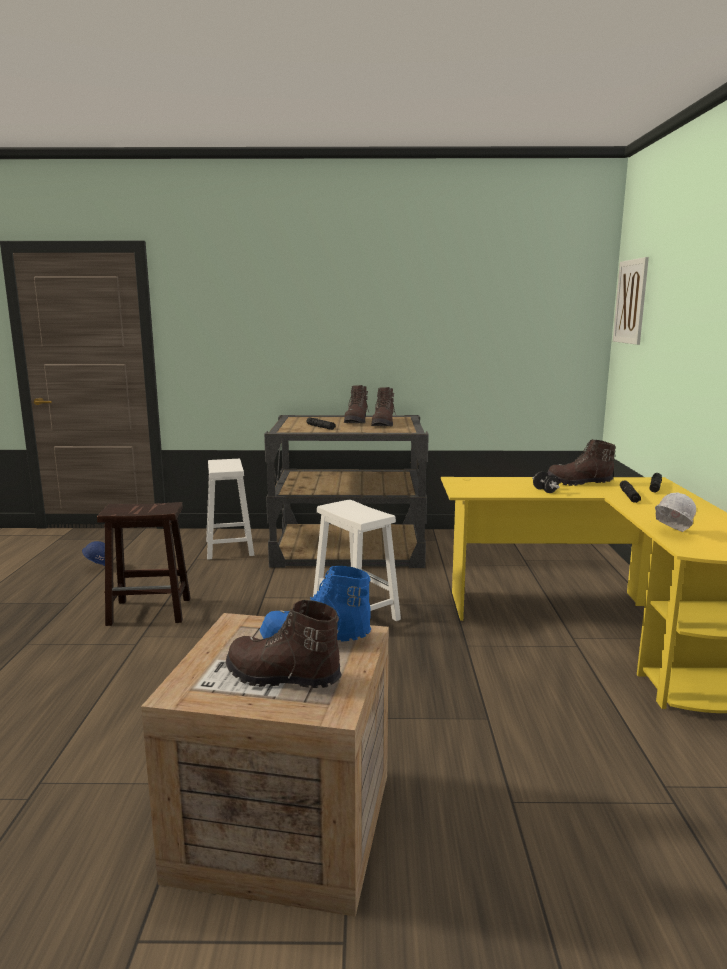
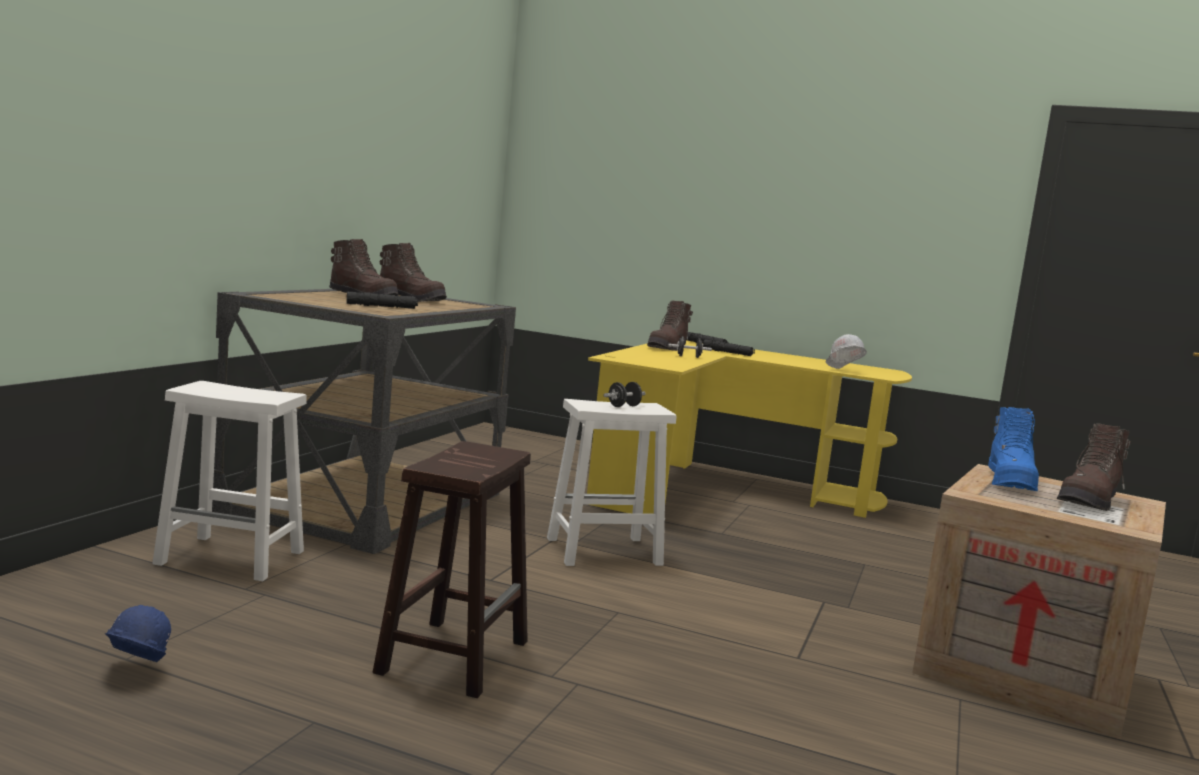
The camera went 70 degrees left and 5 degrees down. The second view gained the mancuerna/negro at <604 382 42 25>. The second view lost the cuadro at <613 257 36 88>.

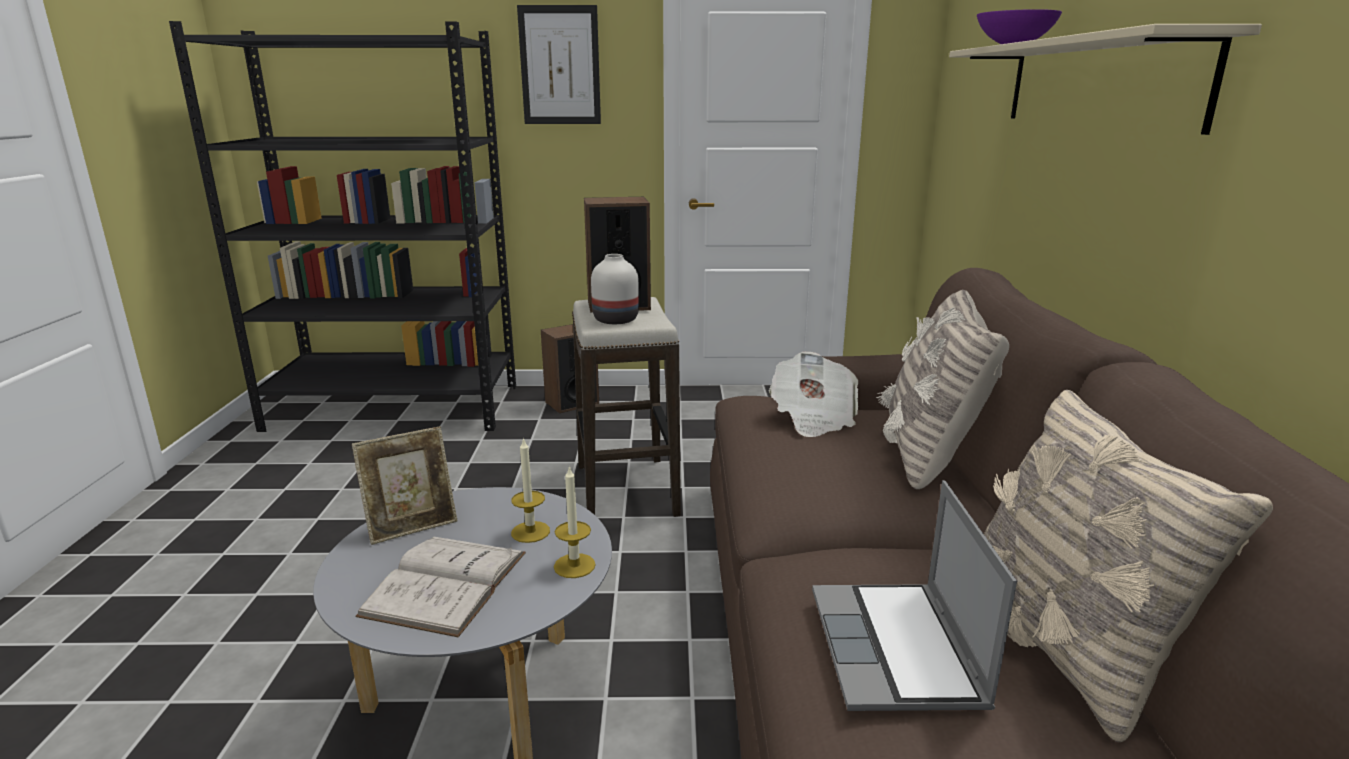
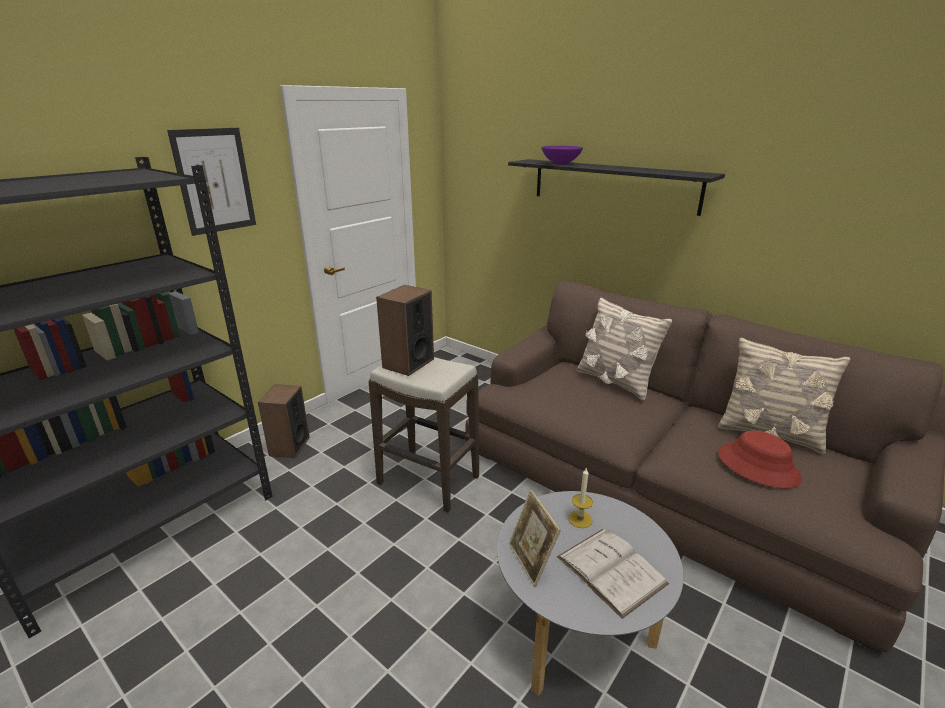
The camera went 50 degrees left and 5 degrees up. What was the estante/beis at <949 24 313 111> turned into the estante/negro at <508 159 217 57>. The portarretratos at <352 426 105 119> ended up facing another way, 150 degrees clockwise from before. Where the portátil stood at <812 480 205 231>, the sombrero/rojo came to stand at <718 430 84 58>. The second view lost the vela at <554 465 42 113>. The second view lost the florero/blanco at <591 254 48 70>. The second view lost the periódico at <769 352 89 85>.

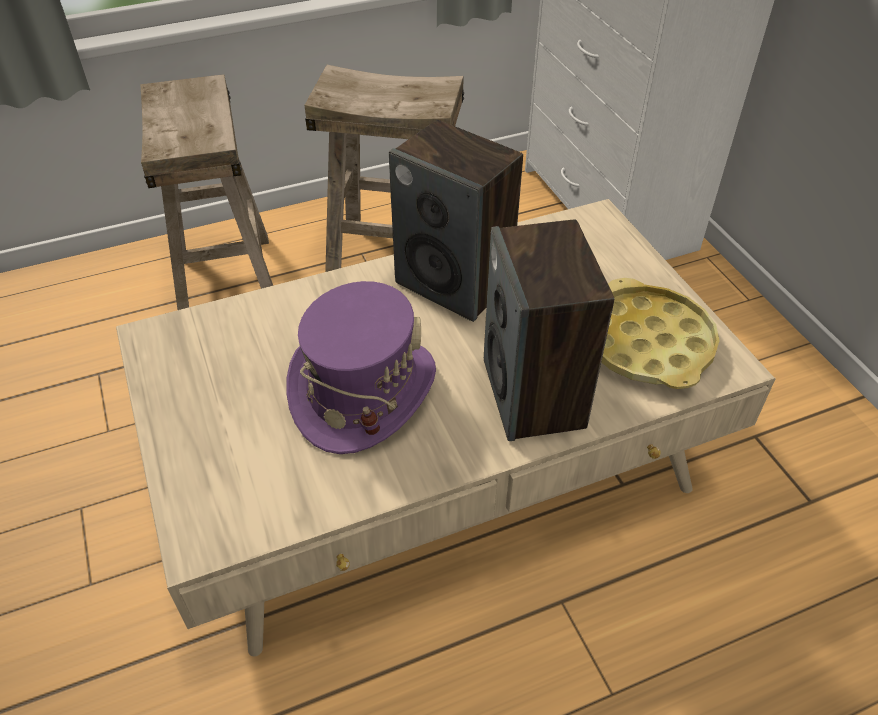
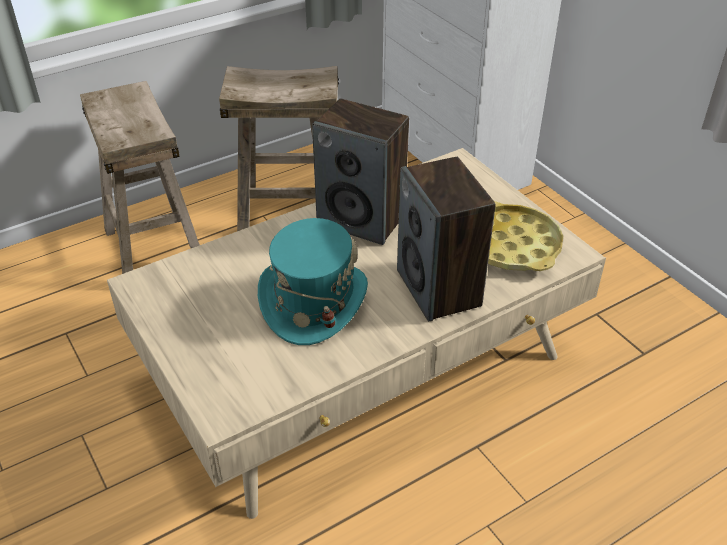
The camera went 10 degrees left and 5 degrees down. What was the sombrero/morado at <286 281 150 173> turned into the sombrero/turquesa at <258 218 110 127>.

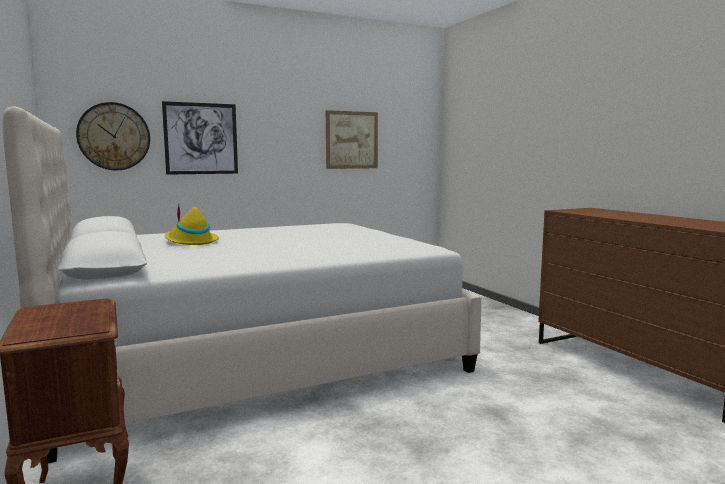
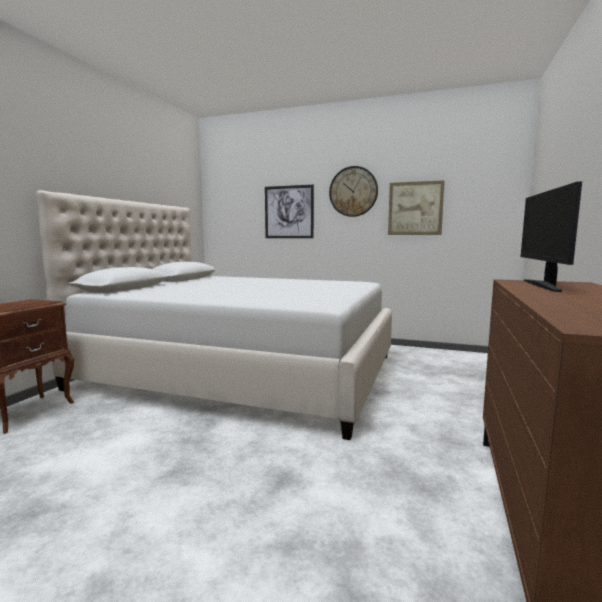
The camera went 45 degrees right and 0 degrees up. The reloj de pared ended up elsewhere, having gone from <76 102 74 69> to <329 166 49 51>. The second view gained the monitor at <521 182 61 110>. The second view lost the sombrero/amarillo at <165 205 54 40>.

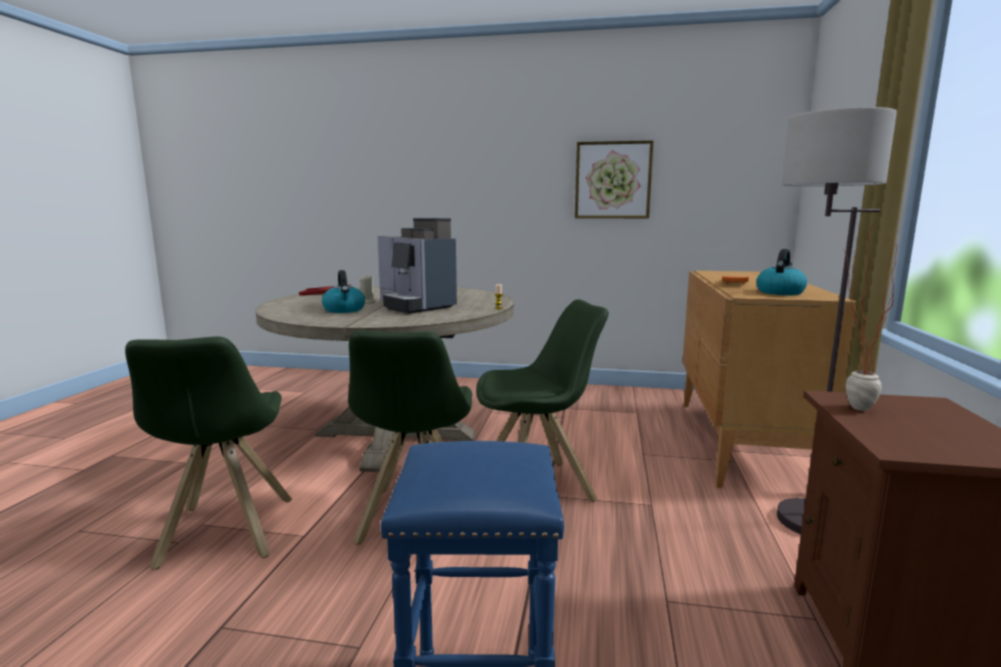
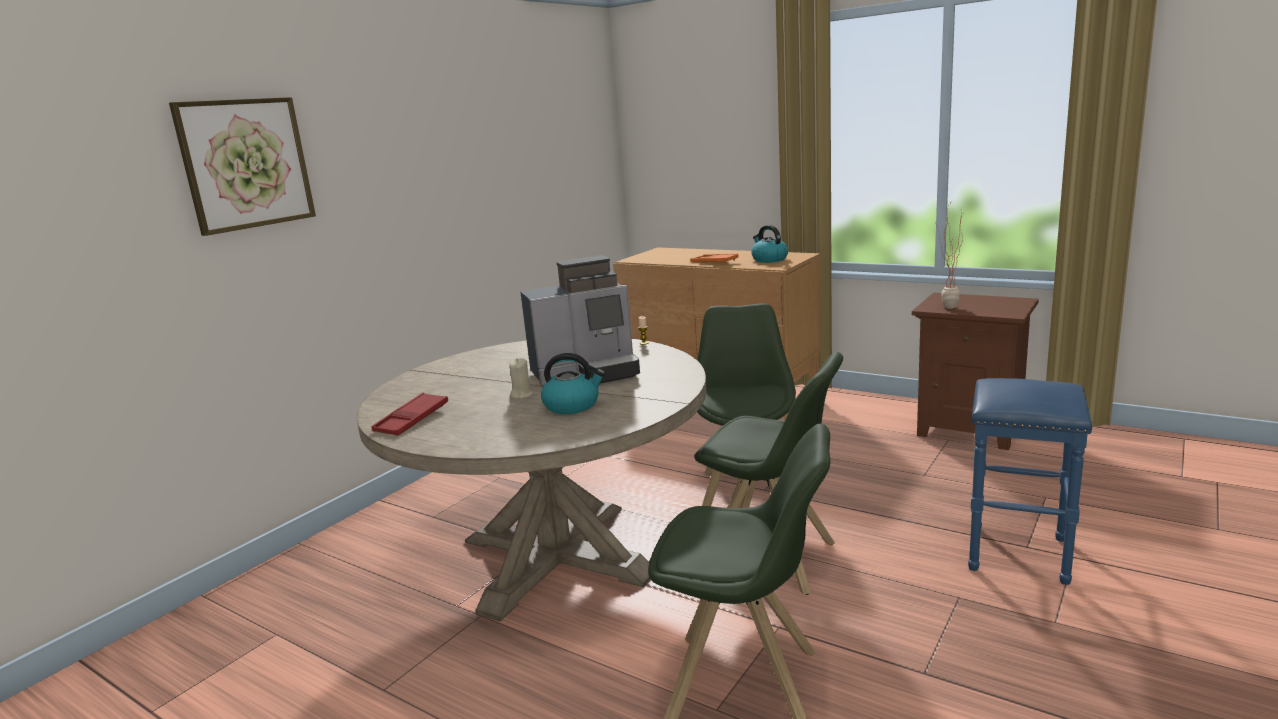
The camera went 65 degrees left and 5 degrees up. The cuadro ended up elsewhere, having gone from <575 140 78 78> to <169 97 147 139>. The second view lost the lámpara de pie/gris at <777 107 120 427>.

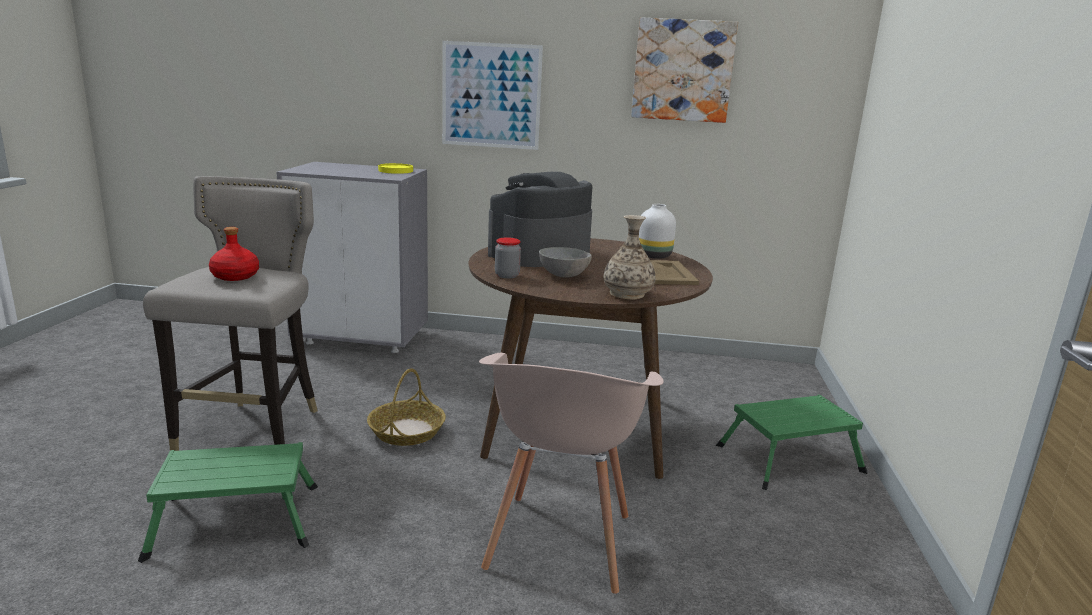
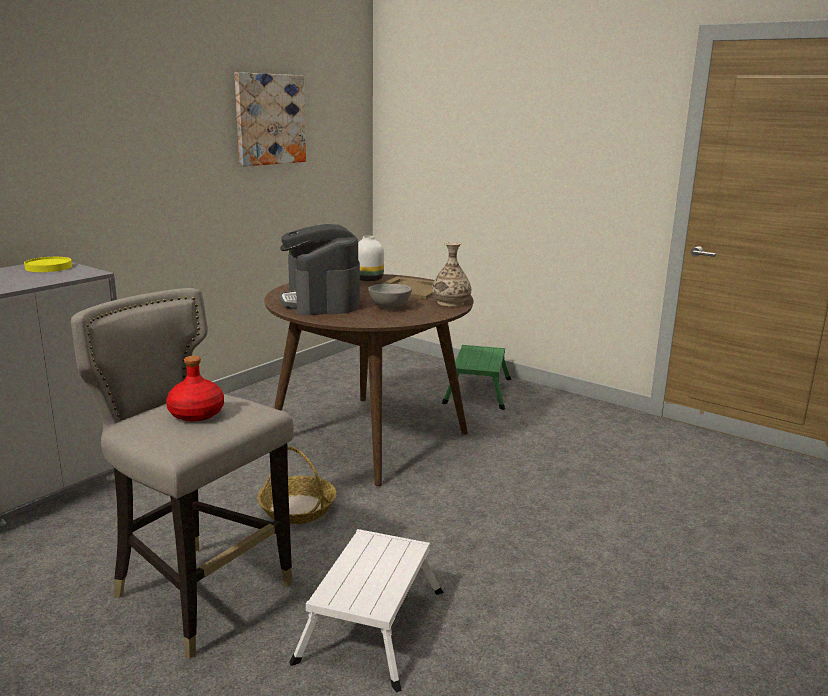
The camera went 60 degrees left and 0 degrees up. What was the escalera de tijera/verde at <138 442 180 121> turned into the escalera de tijera/blanco at <289 529 155 164>. The second view lost the cuadro at <442 41 101 109>. The second view lost the silla/beis at <479 353 185 241>. The second view lost the tarro at <495 237 26 41>.

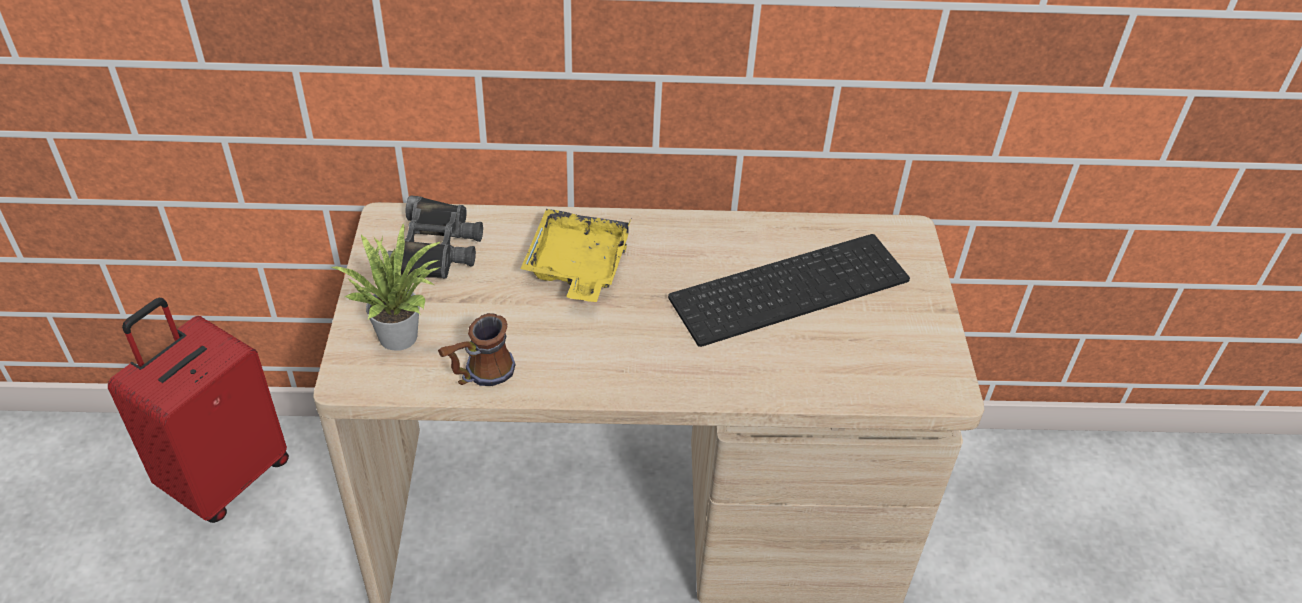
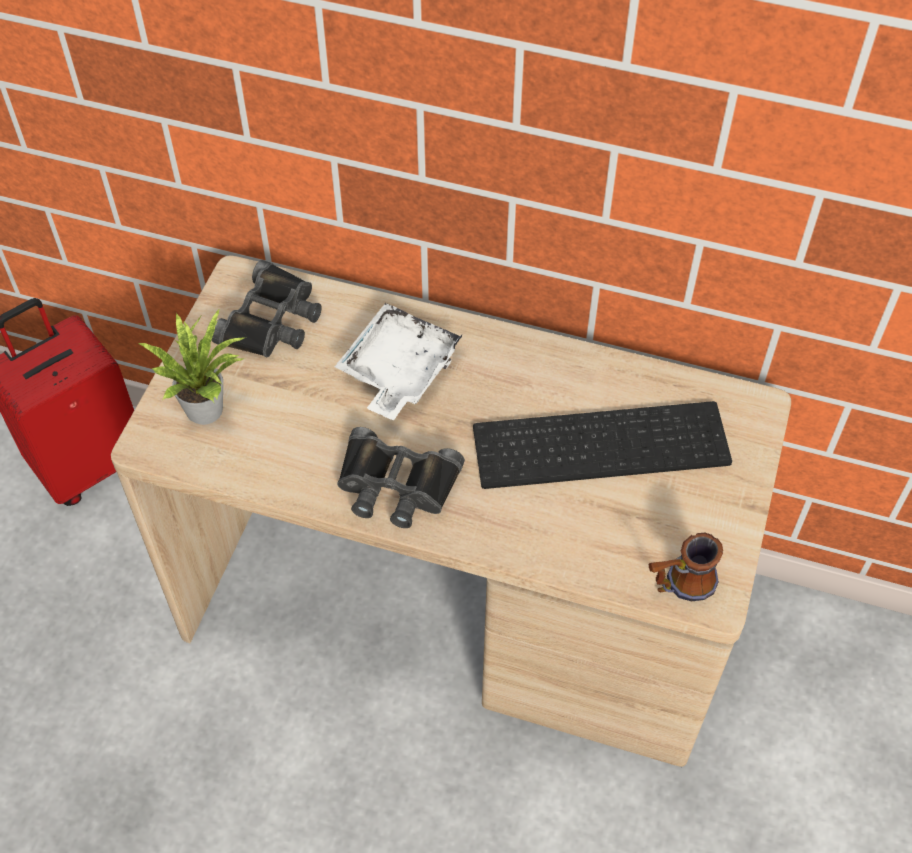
The camera went 20 degrees right and 10 degrees up. What was the bandeja/amarillo at <521 209 110 93> turned into the bandeja/blanco at <335 303 127 117>. The second view gained the prismáticos/negro at <337 427 128 101>. The taza grande ended up elsewhere, having gone from <438 313 77 73> to <649 533 74 68>.

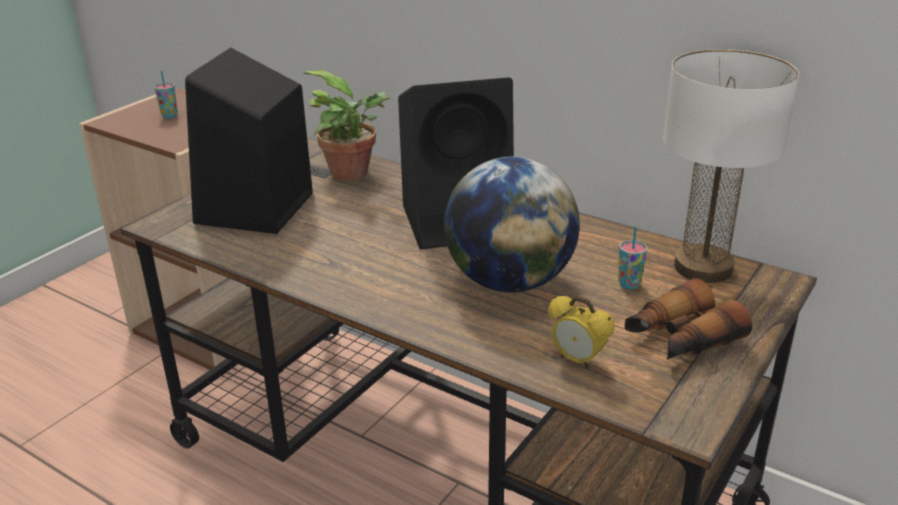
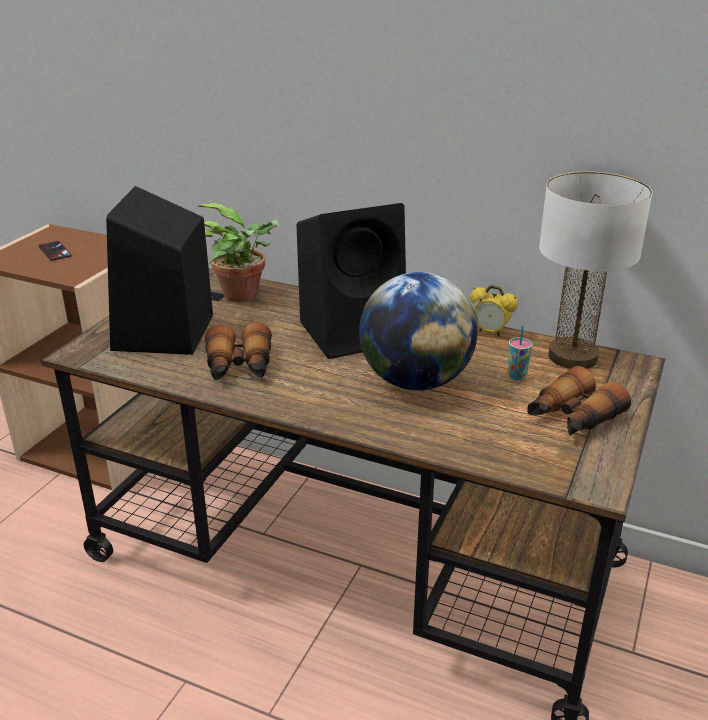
The camera went 10 degrees left and 0 degrees up. Where the taza stood at <154 70 23 48>, the móvil came to stand at <38 241 34 20>. The second view gained the prismáticos at <205 323 67 57>. The despertador ended up elsewhere, having gone from <548 296 67 73> to <470 285 48 52>.

